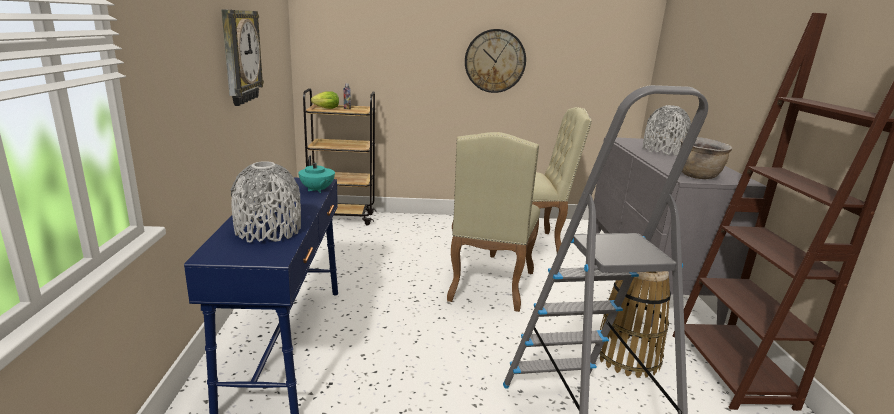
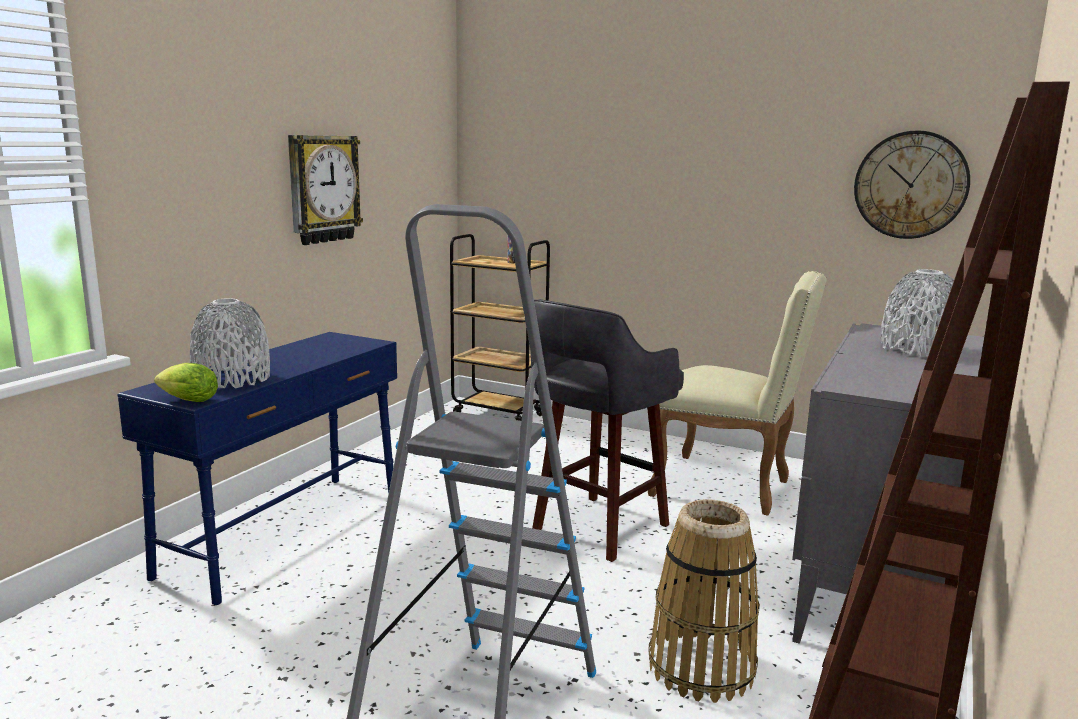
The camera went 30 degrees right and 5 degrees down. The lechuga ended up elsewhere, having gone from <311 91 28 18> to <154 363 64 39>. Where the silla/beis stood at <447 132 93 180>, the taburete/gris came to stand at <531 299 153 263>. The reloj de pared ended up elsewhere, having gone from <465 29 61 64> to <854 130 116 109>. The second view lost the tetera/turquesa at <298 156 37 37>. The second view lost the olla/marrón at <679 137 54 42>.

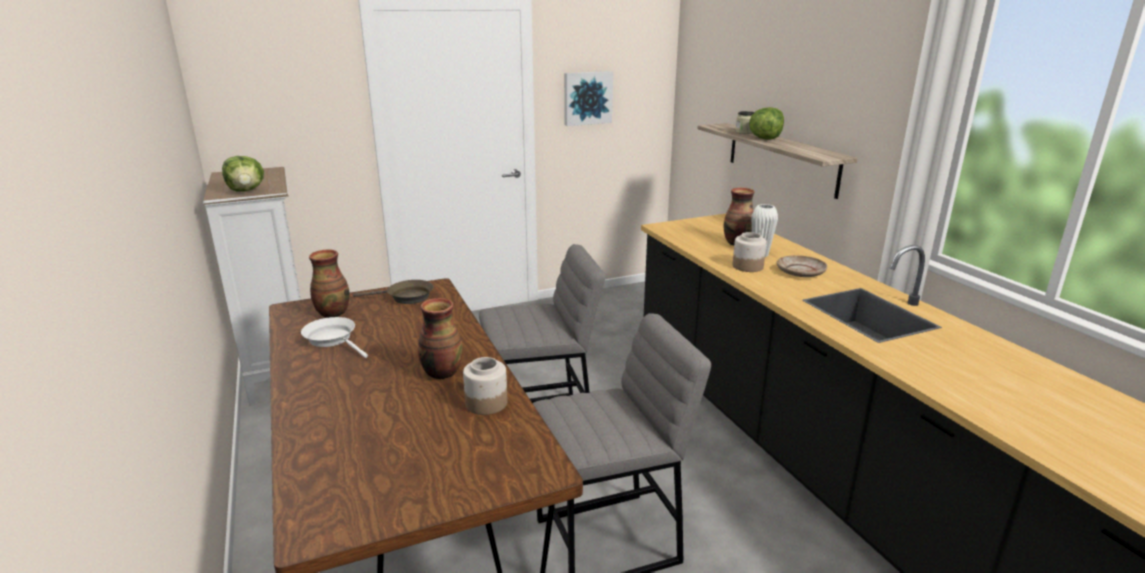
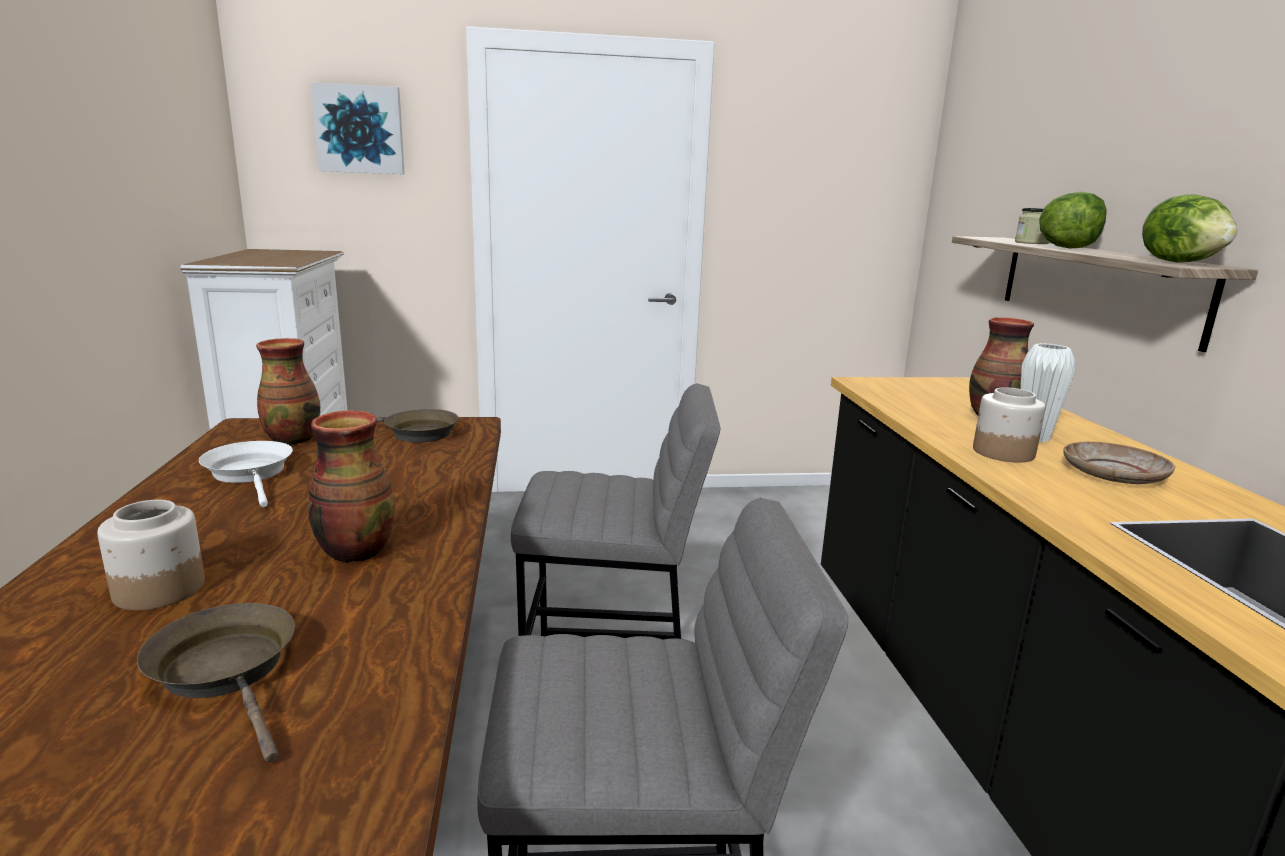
The camera went 15 degrees right and 5 degrees down. The tarro ended up elsewhere, having gone from <463 357 44 58> to <97 500 108 110>. The second view gained the sartén/marrón at <137 603 158 160>. The cuadro ended up elsewhere, having gone from <564 71 49 55> to <311 83 94 91>. The lechuga ended up elsewhere, having gone from <222 156 42 36> to <1142 194 96 69>.

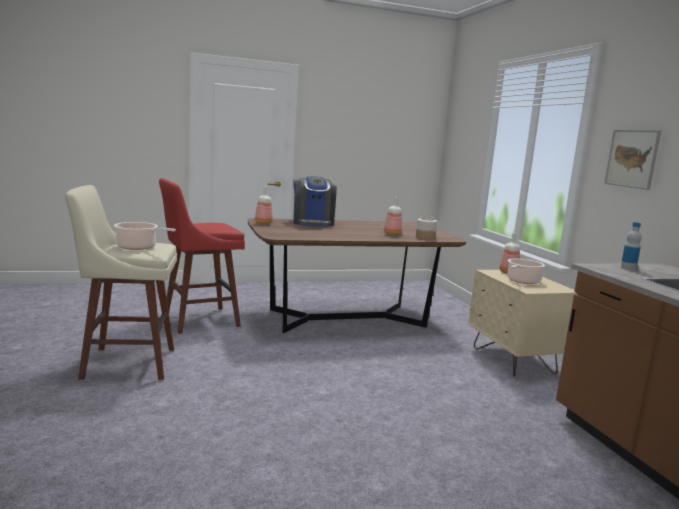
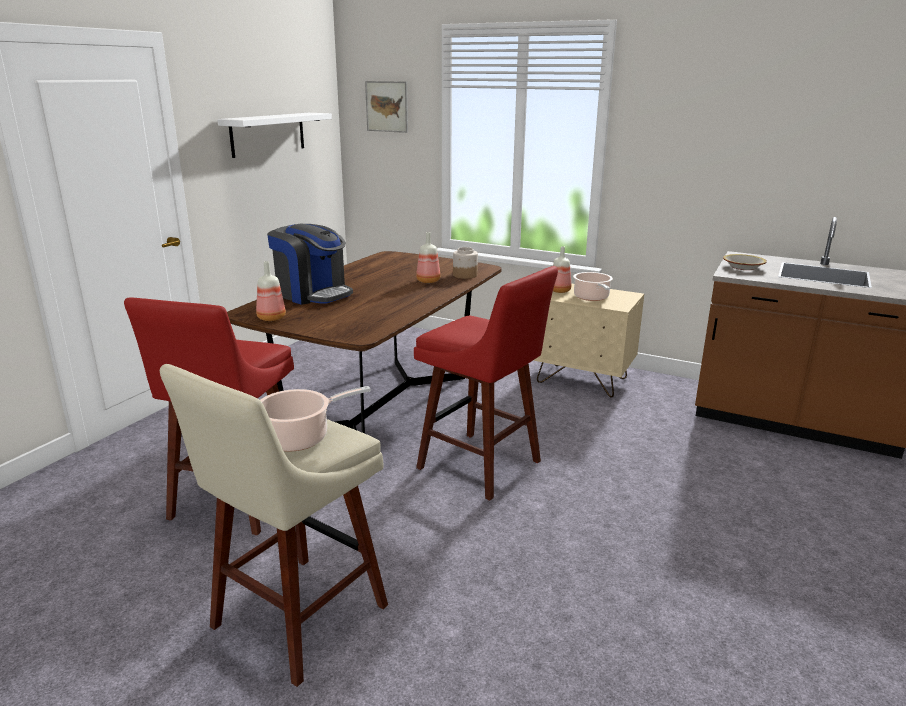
The camera went 45 degrees left and 10 degrees up. The second view gained the estante/blanco at <217 113 115 45>. The cuadro ended up elsewhere, having gone from <604 130 57 60> to <365 81 43 52>. The second view gained the taburete/rojo at <414 266 144 234>. Where the botella stood at <620 222 22 49>, the cuenco came to stand at <723 254 44 16>.

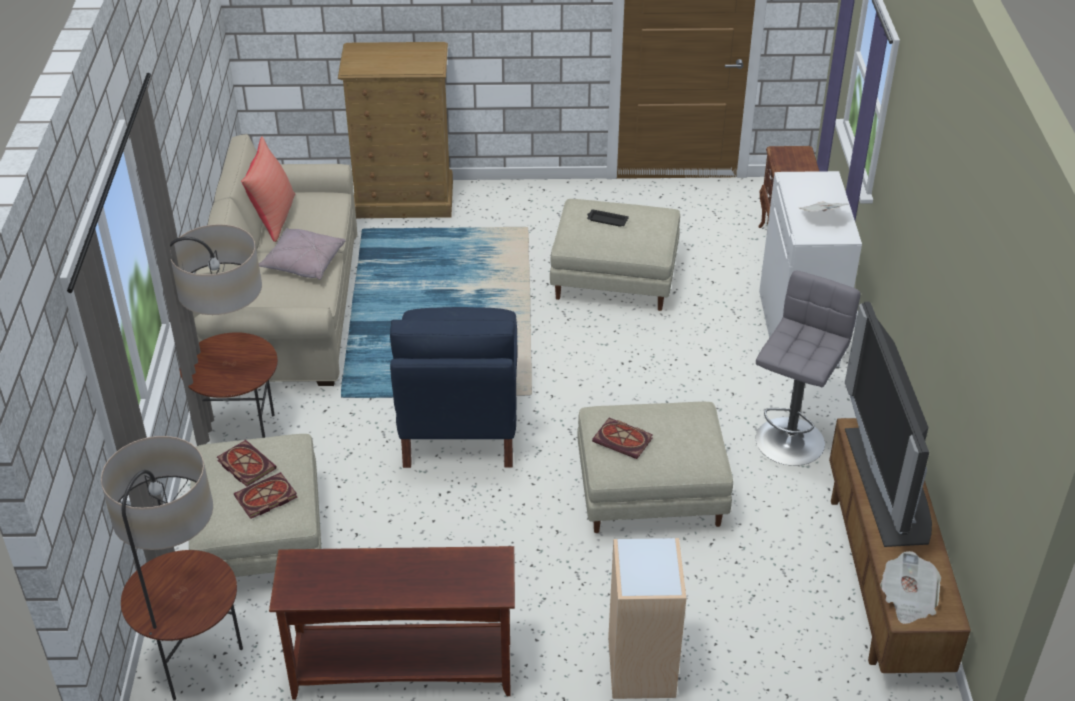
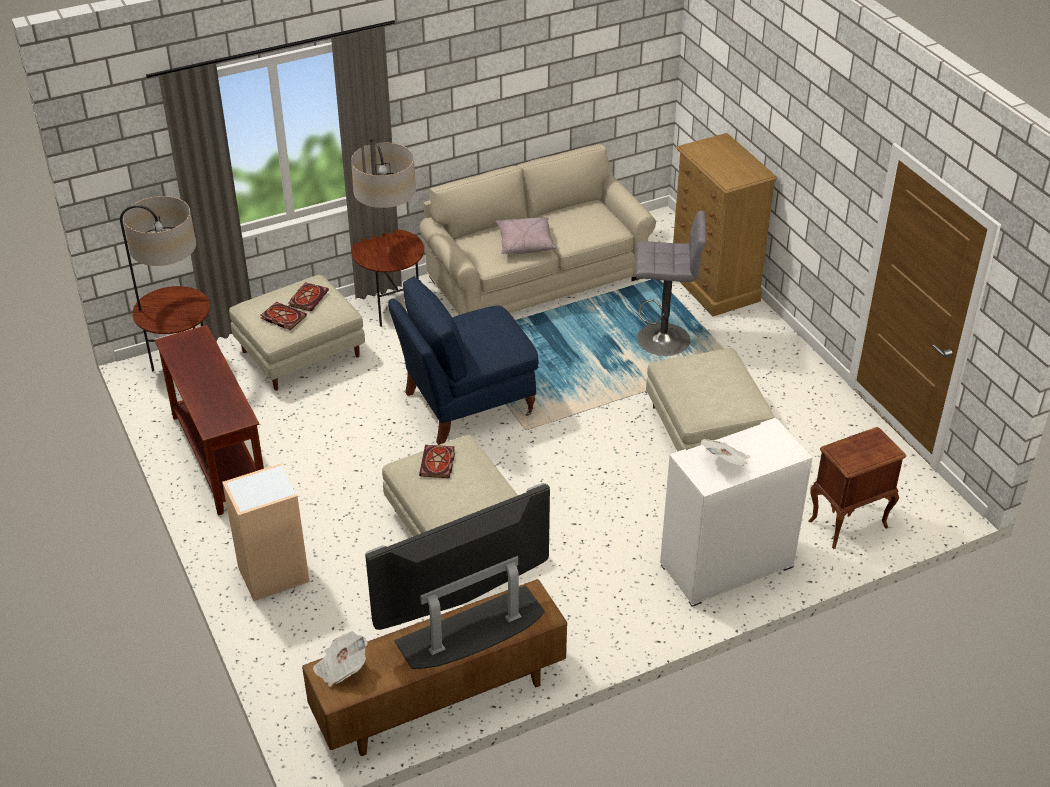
The camera went 65 degrees right and 0 degrees up. The taburete/gris ended up elsewhere, having gone from <756 271 104 195> to <636 211 70 145>. The second view lost the cojín/rojo at <241 137 54 105>. The second view lost the bandeja/negro at <587 210 42 17>.

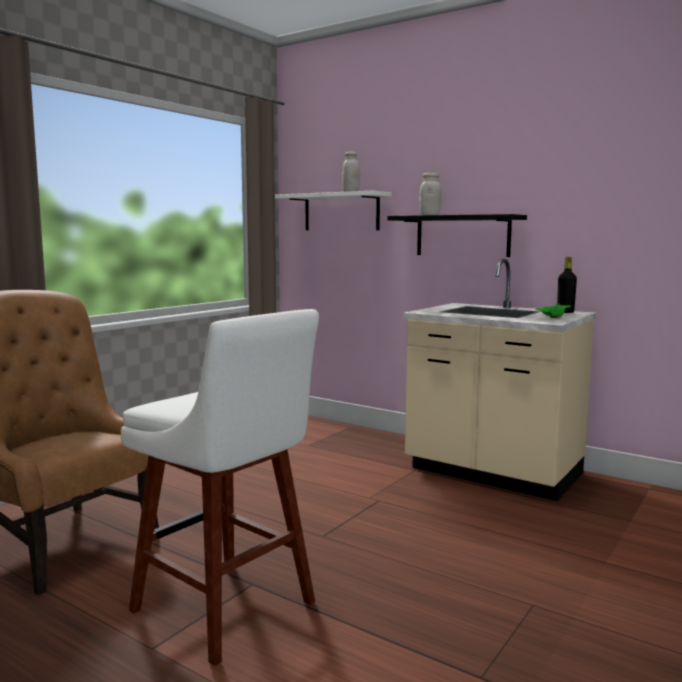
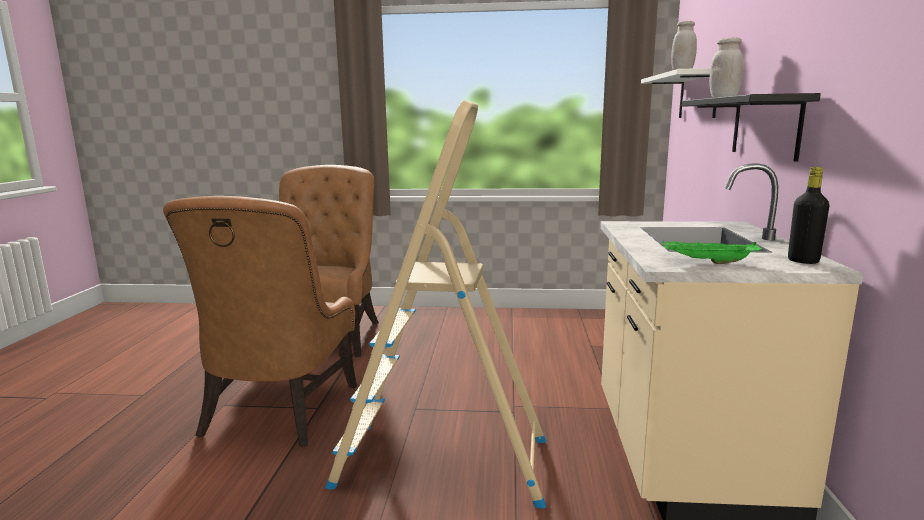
The camera went 60 degrees right and 5 degrees up. Where the taburete/blanco stood at <121 309 198 357>, the silla/marrón came to stand at <163 196 194 251>. The second view gained the escalera de tijera/beis at <325 100 221 408>.

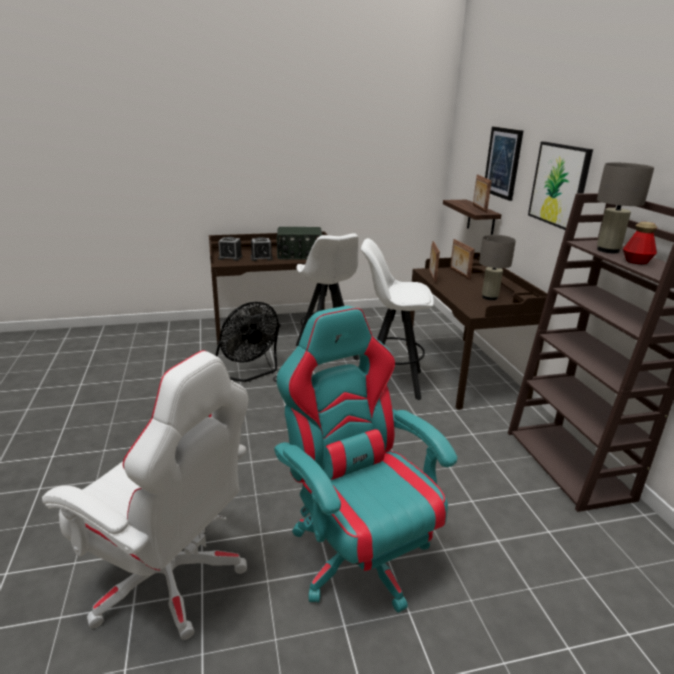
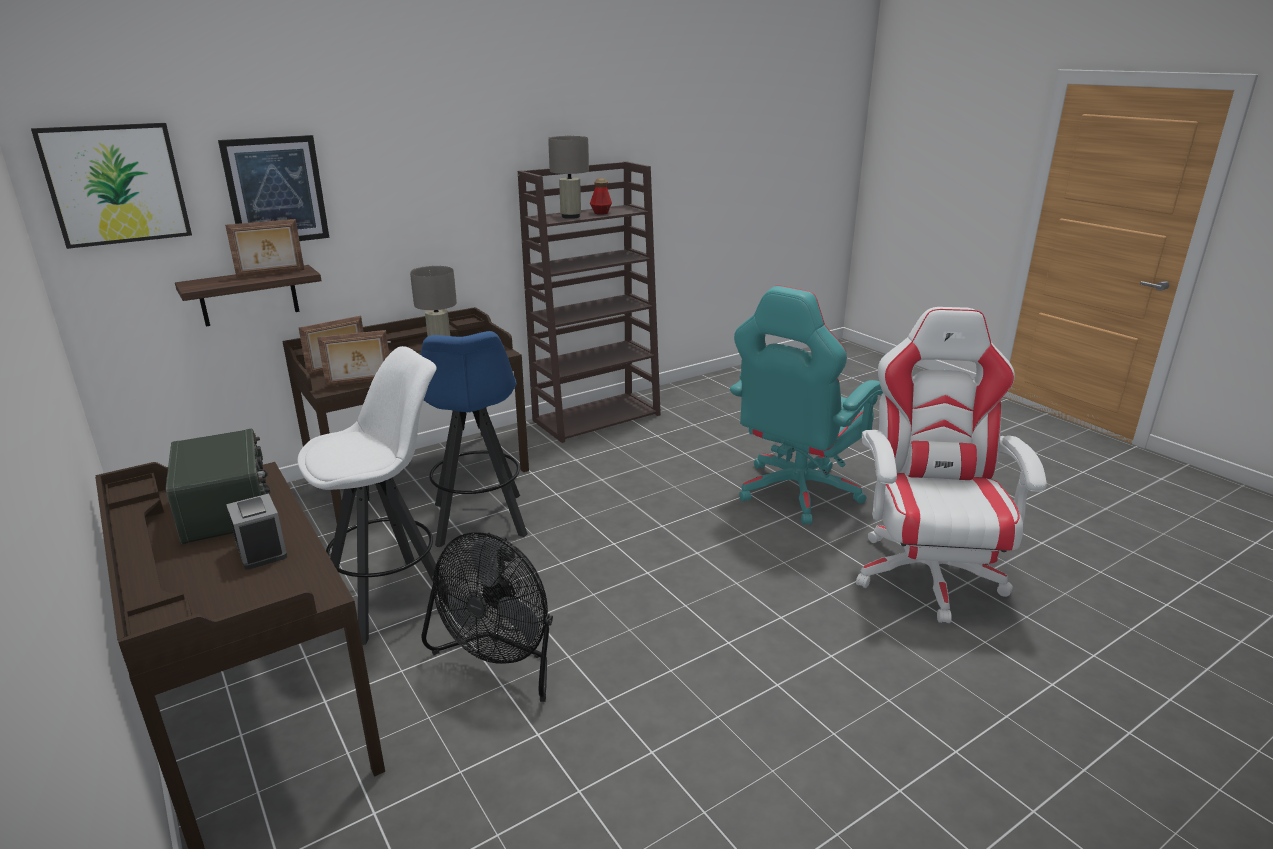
The camera went 110 degrees left and 0 degrees up. The cuadro ended up elsewhere, having gone from <528 142 65 88> to <31 123 161 126>. What was the taburete/blanco at <361 238 73 162> turned into the taburete/azul at <420 331 108 216>. The second view lost the despertador at <218 237 25 24>.

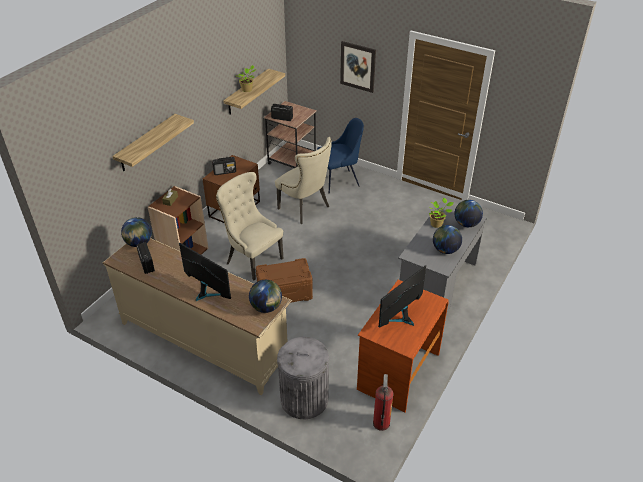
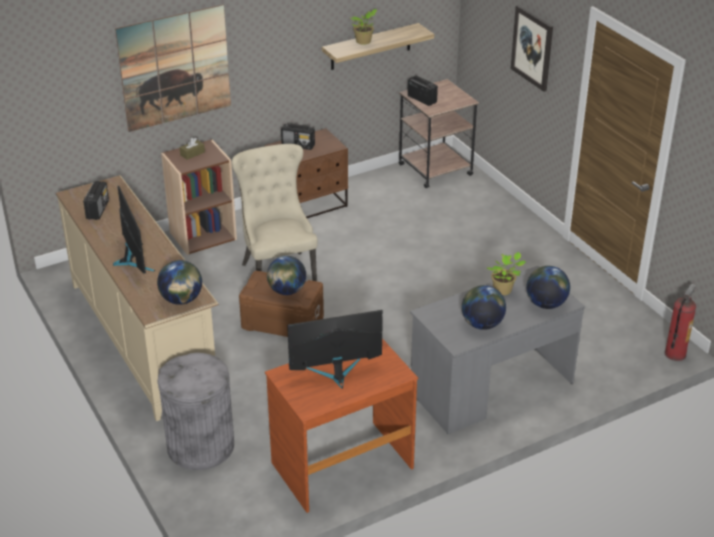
The camera went 30 degrees right and 5 degrees down. Where the estante hung at <112 114 82 57>, the cuadro came to hang at <115 5 116 127>. The globo terráqueo ended up elsewhere, having gone from <121 217 31 30> to <267 256 39 39>. The extintor ended up elsewhere, having gone from <373 374 20 57> to <665 284 31 77>. The second view lost the silla/beis at <275 137 57 87>. The second view lost the silla/azul at <317 118 47 75>.

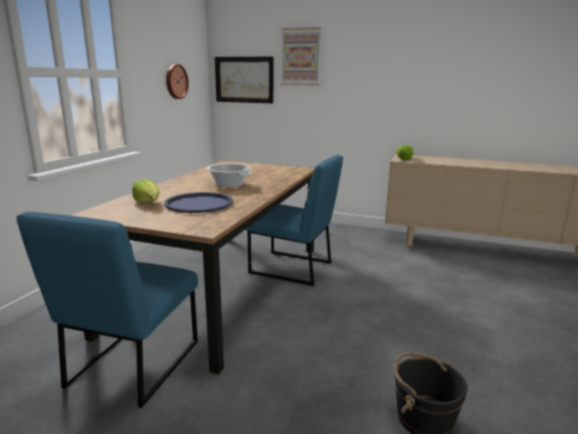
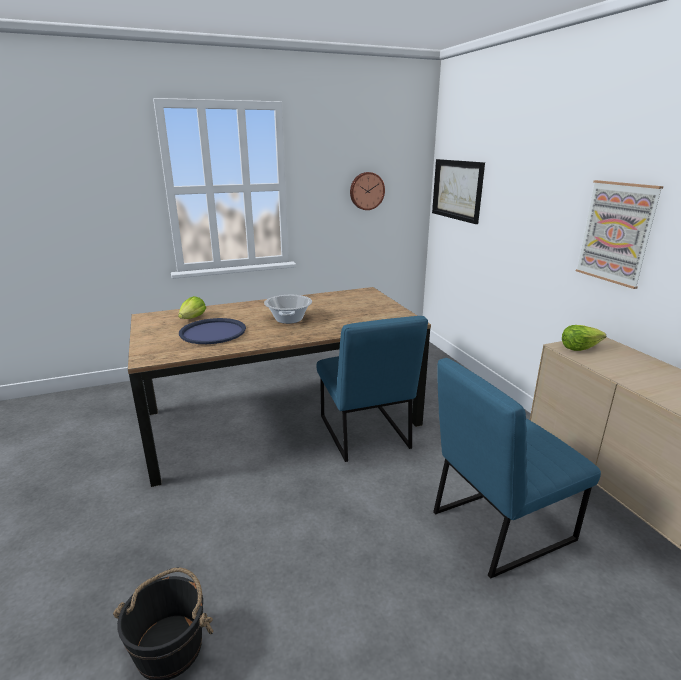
The camera went 50 degrees right and 5 degrees up. The silla/azul ended up elsewhere, having gone from <17 212 181 196> to <433 358 168 221>. The cuadro ended up elsewhere, having gone from <281 27 40 58> to <576 180 88 109>.

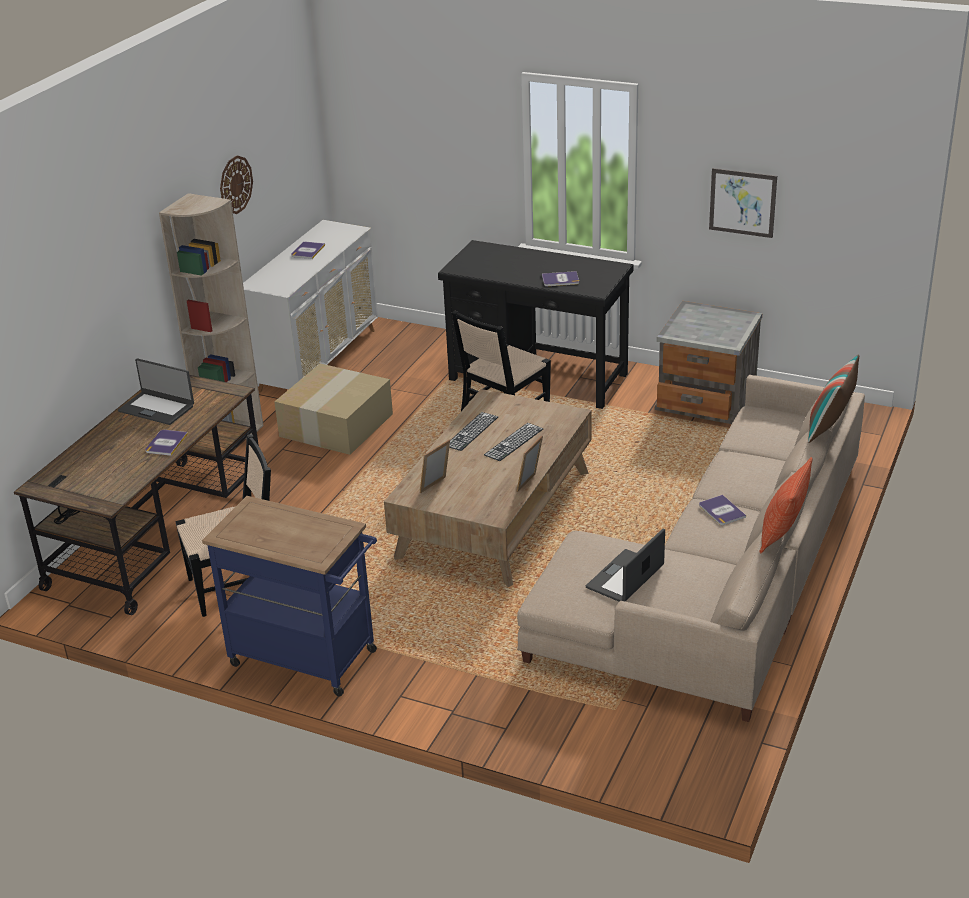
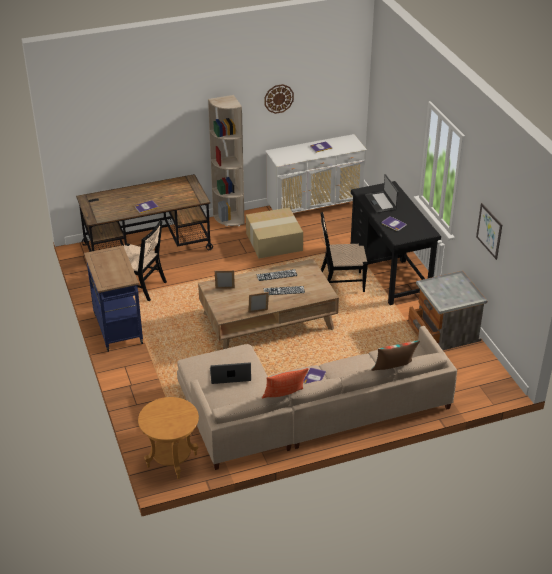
The camera went 45 degrees right and 5 degrees up. The second view gained the mesa auxiliar/marrón at <138 397 61 82>. The portátil ended up elsewhere, having gone from <118 358 76 67> to <365 174 33 39>.

